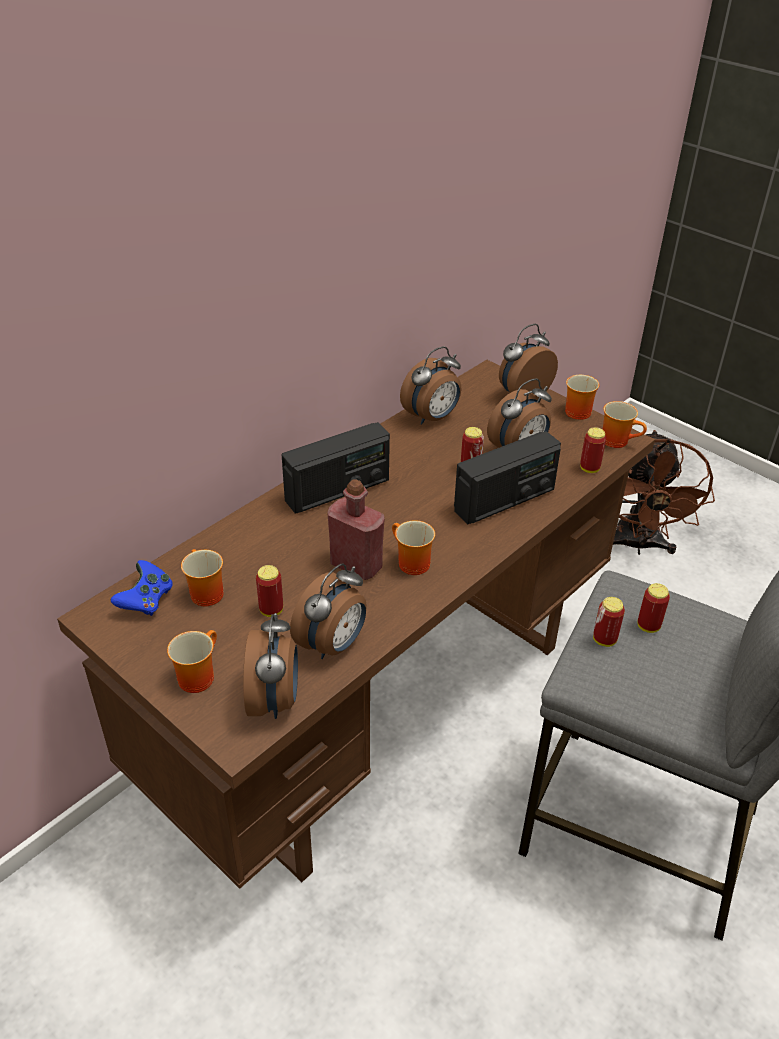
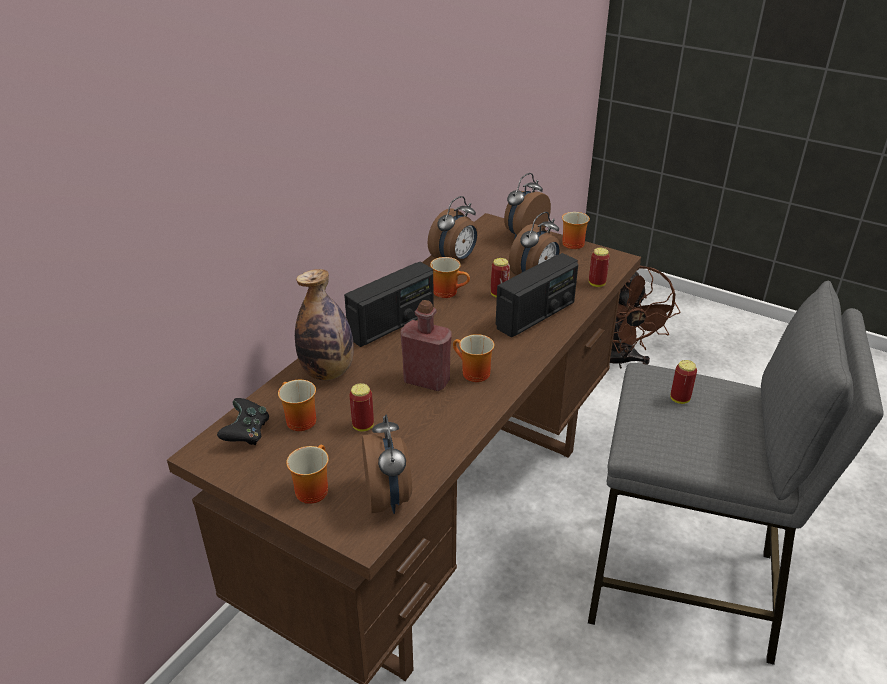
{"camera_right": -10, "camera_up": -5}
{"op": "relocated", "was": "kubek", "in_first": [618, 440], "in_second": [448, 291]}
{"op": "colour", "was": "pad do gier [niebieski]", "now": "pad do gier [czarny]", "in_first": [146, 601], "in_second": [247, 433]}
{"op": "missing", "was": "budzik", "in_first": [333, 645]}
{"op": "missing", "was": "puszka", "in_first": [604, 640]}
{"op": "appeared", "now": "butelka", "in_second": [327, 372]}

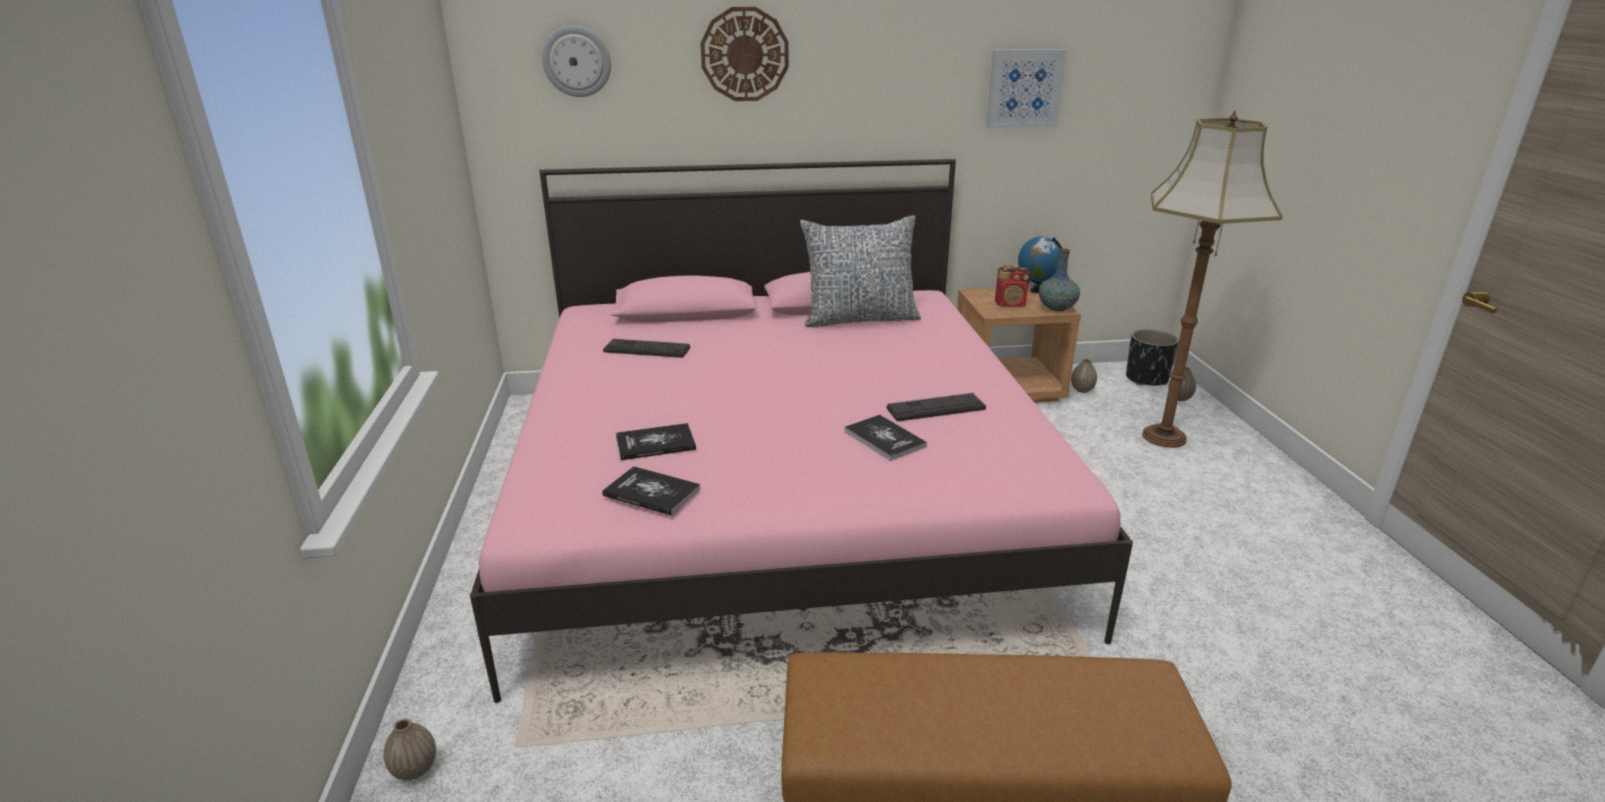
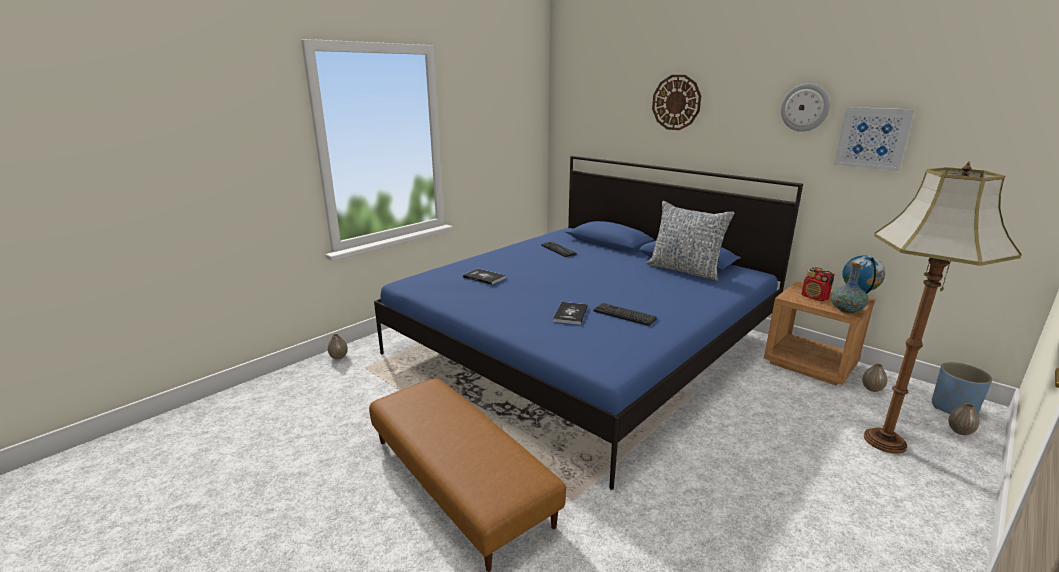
{"camera_right": 50, "camera_up": -5}
{"op": "relocated", "was": "zegar ścienny", "in_first": [577, 61], "in_second": [805, 107]}
{"op": "colour", "was": "łóżko [różowy]", "now": "łóżko [niebieski]", "in_first": [780, 490], "in_second": [583, 346]}
{"op": "colour", "was": "donica [czarny]", "now": "donica [niebieski]", "in_first": [1146, 379], "in_second": [953, 408]}
{"op": "missing", "was": "książka", "in_first": [651, 492]}

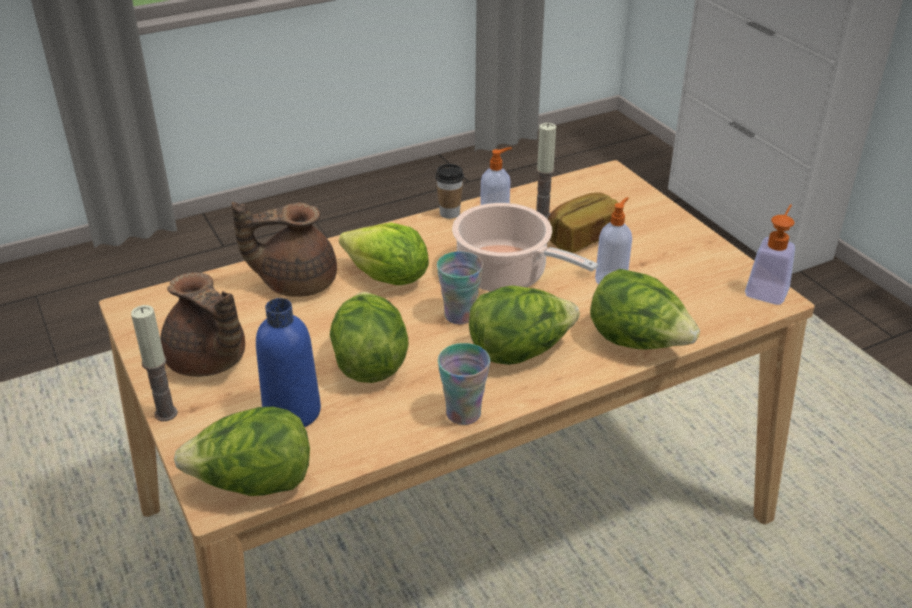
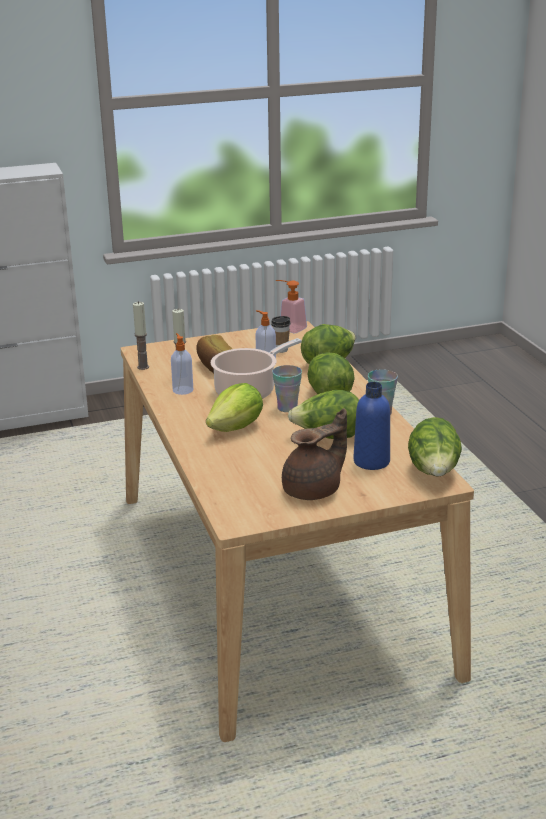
{"camera_right": -80, "camera_up": -10}
{"op": "relocated", "was": "filiżanka", "in_first": [449, 213], "in_second": [281, 350]}
{"op": "missing", "was": "imbryk [brązowy]", "in_first": [296, 282]}
{"op": "relocated", "was": "świeca", "in_first": [166, 413], "in_second": [143, 367]}

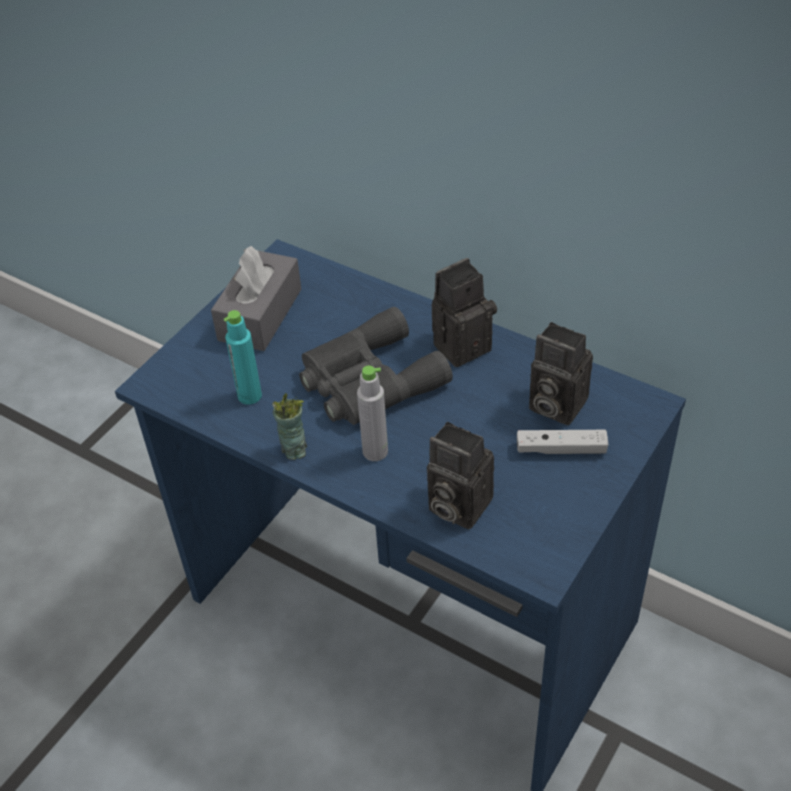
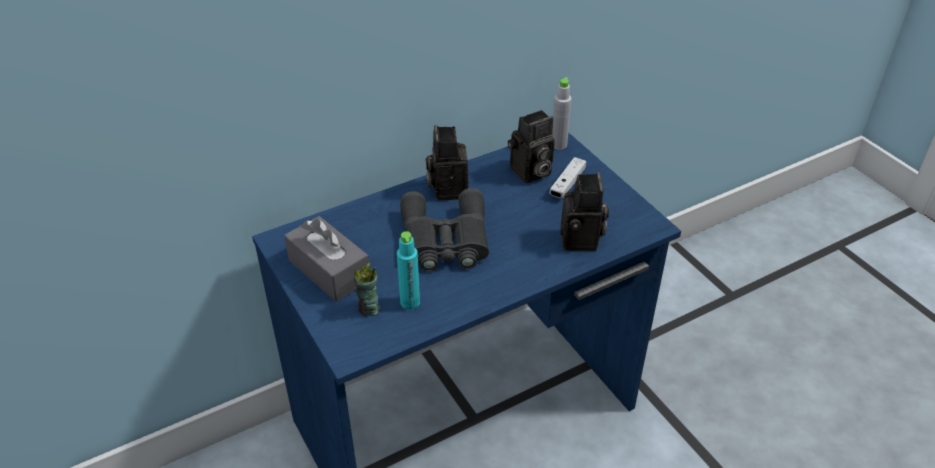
{"camera_right": -65, "camera_up": -5}
{"op": "relocated", "was": "butelka [szary]", "in_first": [375, 451], "in_second": [558, 145]}
{"op": "relocated", "was": "filiżanka", "in_first": [293, 449], "in_second": [369, 310]}
{"op": "spun", "was": "aparat fotograficzny", "in_first": [455, 505], "in_second": [582, 241], "clockwise": -60}

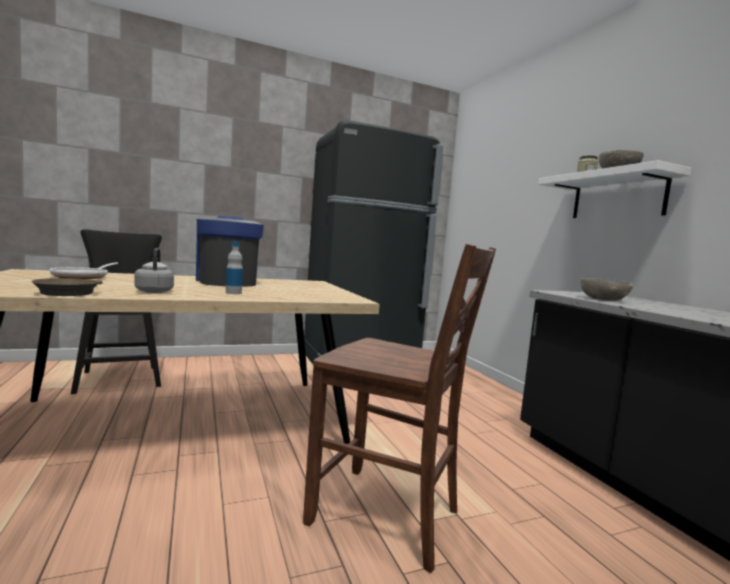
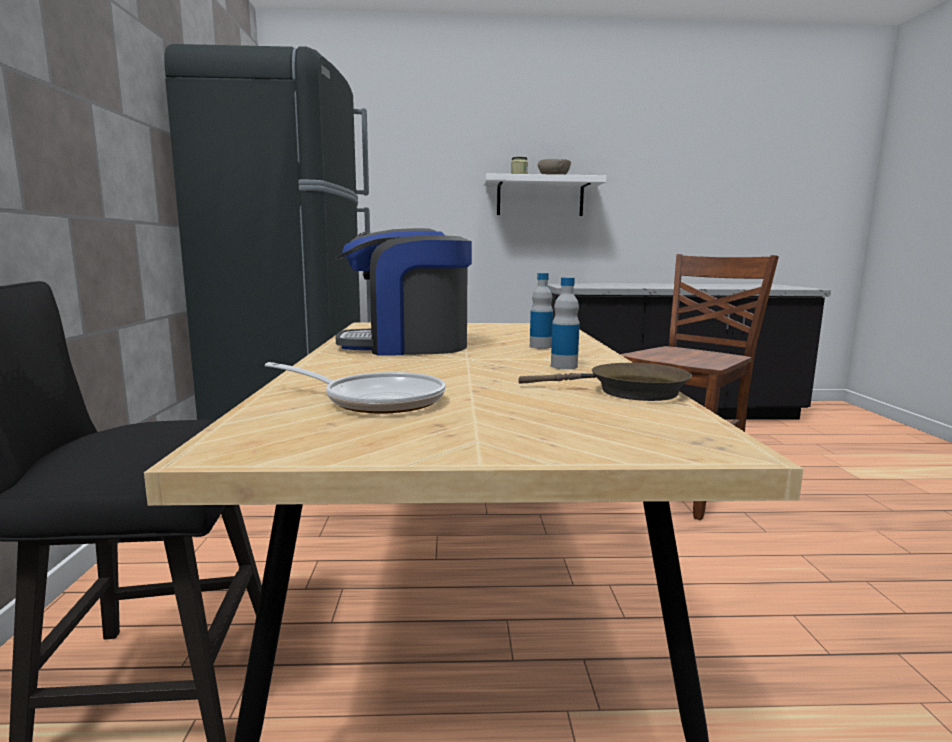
{"camera_right": -70, "camera_up": 5}
{"op": "exchanged", "was": "czajnik [szary]", "now": "butelka", "in_first": [154, 291], "in_second": [564, 366]}
{"op": "missing", "was": "miska [szary]", "in_first": [603, 299]}

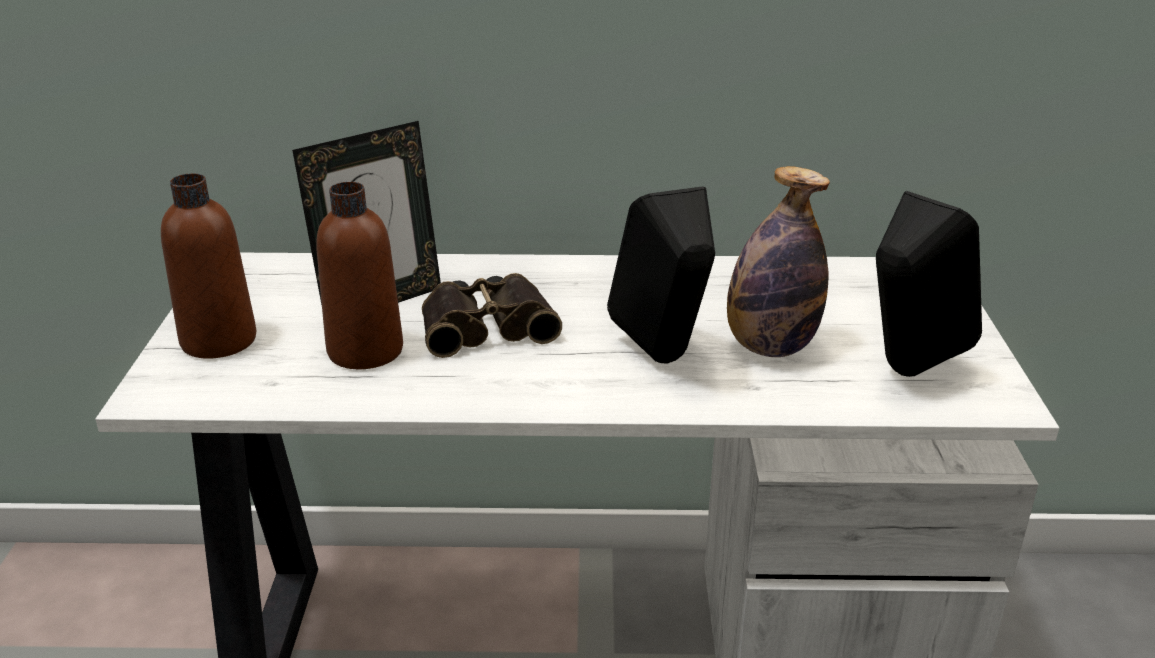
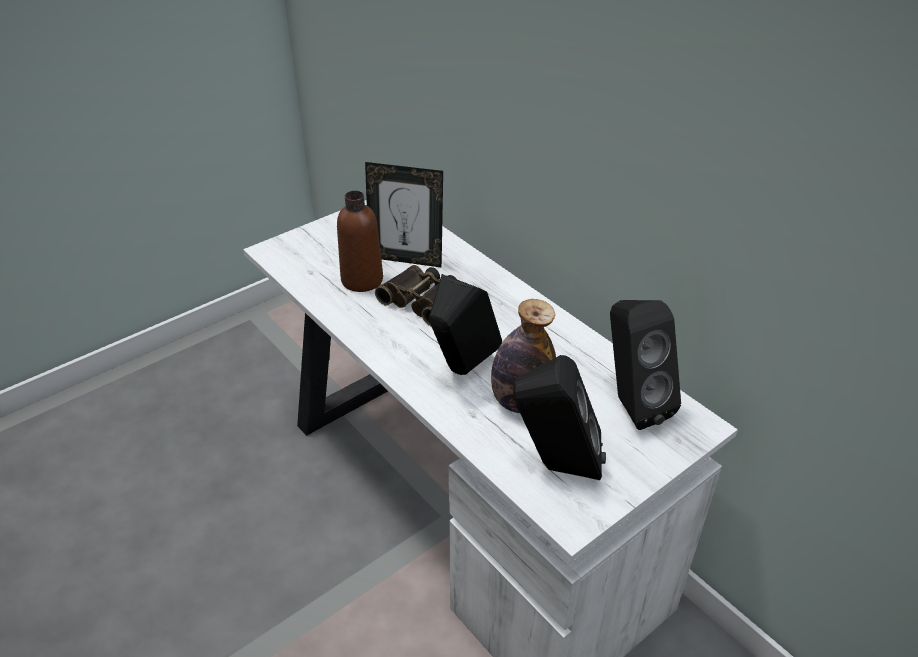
{"camera_right": 50, "camera_up": 10}
{"op": "missing", "was": "butelka [brązowy]", "in_first": [219, 340]}
{"op": "appeared", "now": "głośnik [czarny]", "in_second": [630, 405]}

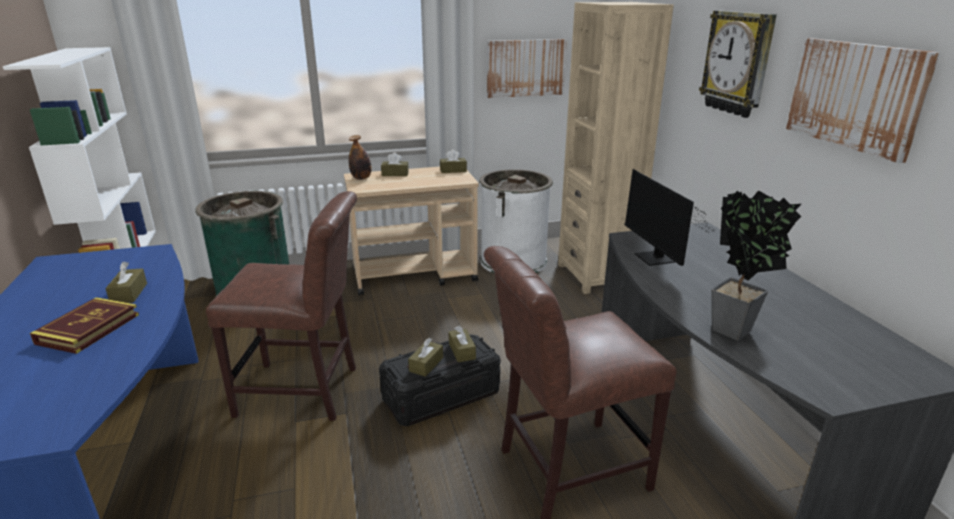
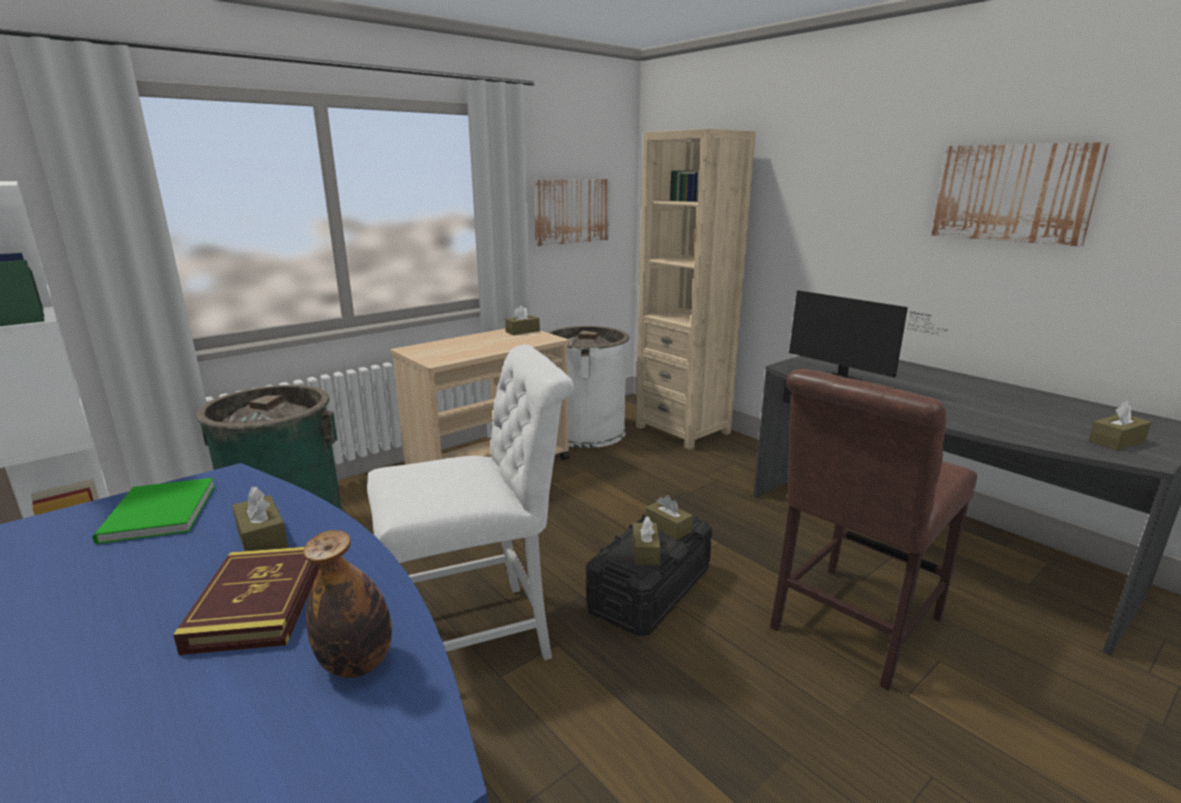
{"camera_right": -25, "camera_up": -5}
{"op": "missing", "was": "zegar ścienny", "in_first": [738, 63]}
{"op": "relocated", "was": "butelka", "in_first": [361, 178], "in_second": [357, 663]}
{"op": "relocated", "was": "pudełko chusteczek [brązowy]", "in_first": [395, 174], "in_second": [1116, 441]}
{"op": "missing", "was": "roślina doniczkowa", "in_first": [735, 334]}
{"op": "colour", "was": "krzesło [brązowy]", "now": "krzesło [biały]", "in_first": [305, 392], "in_second": [478, 635]}
{"op": "appeared", "now": "książka [zielony]", "in_second": [155, 514]}

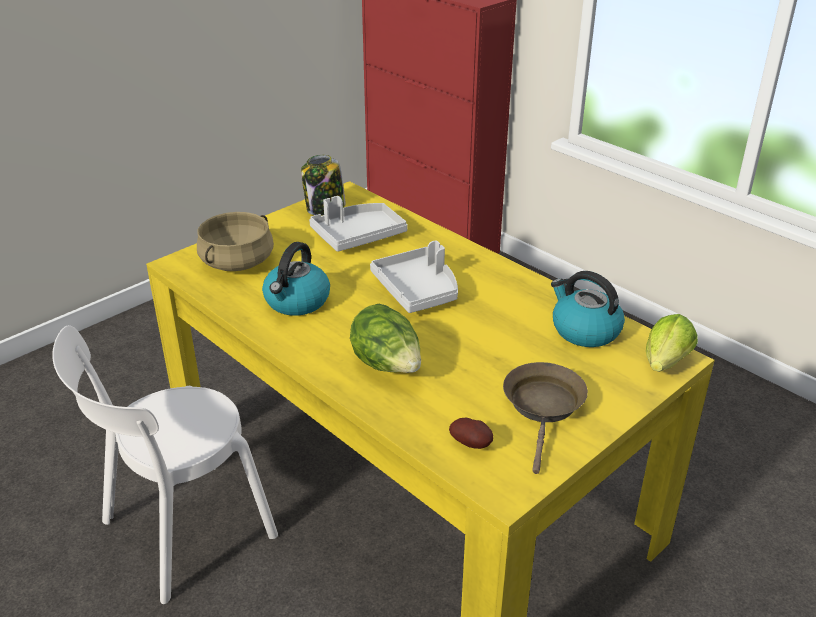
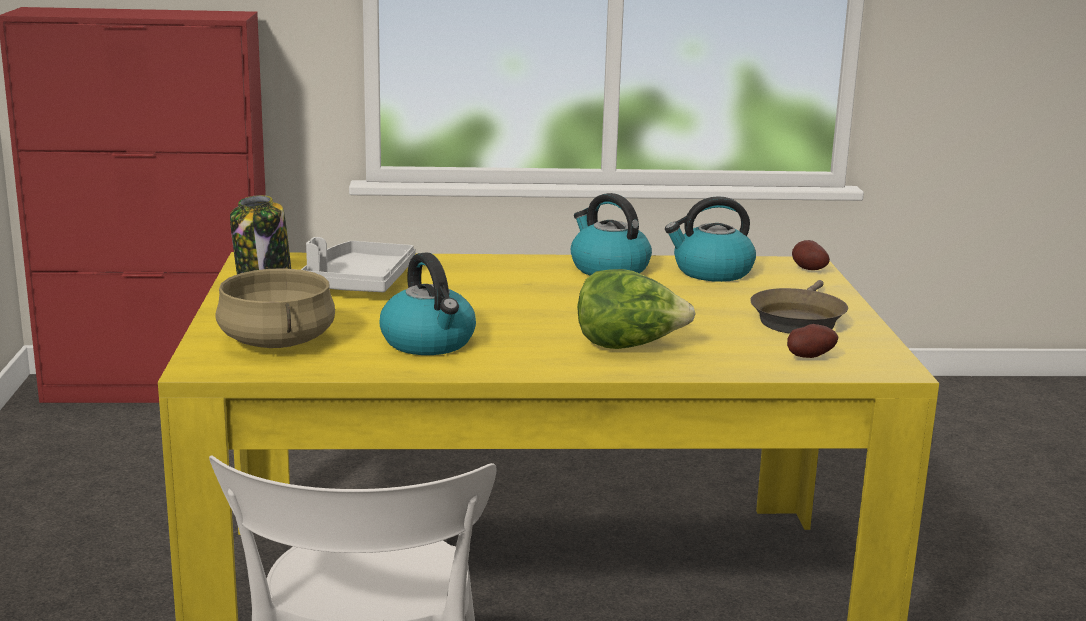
{"camera_right": -50, "camera_up": -15}
{"op": "missing", "was": "taca [szary]", "in_first": [418, 290]}
{"op": "exchanged", "was": "sałata", "now": "ziemniak", "in_first": [664, 365], "in_second": [807, 269]}
{"op": "spun", "was": "patelnia [brązowy]", "in_first": [543, 407], "in_second": [798, 319], "clockwise": -120}
{"op": "appeared", "now": "czajnik", "in_second": [608, 268]}

